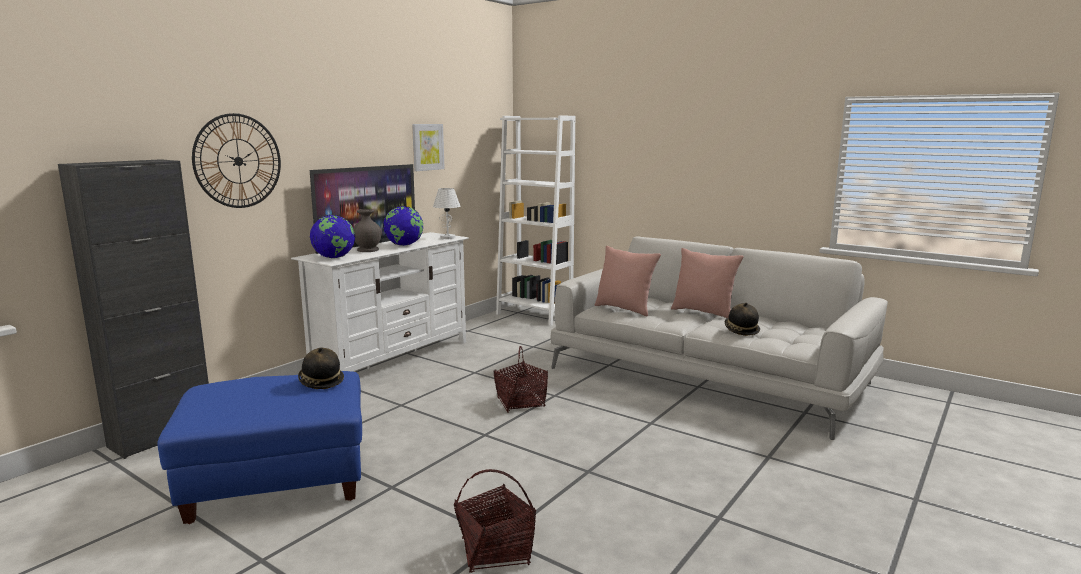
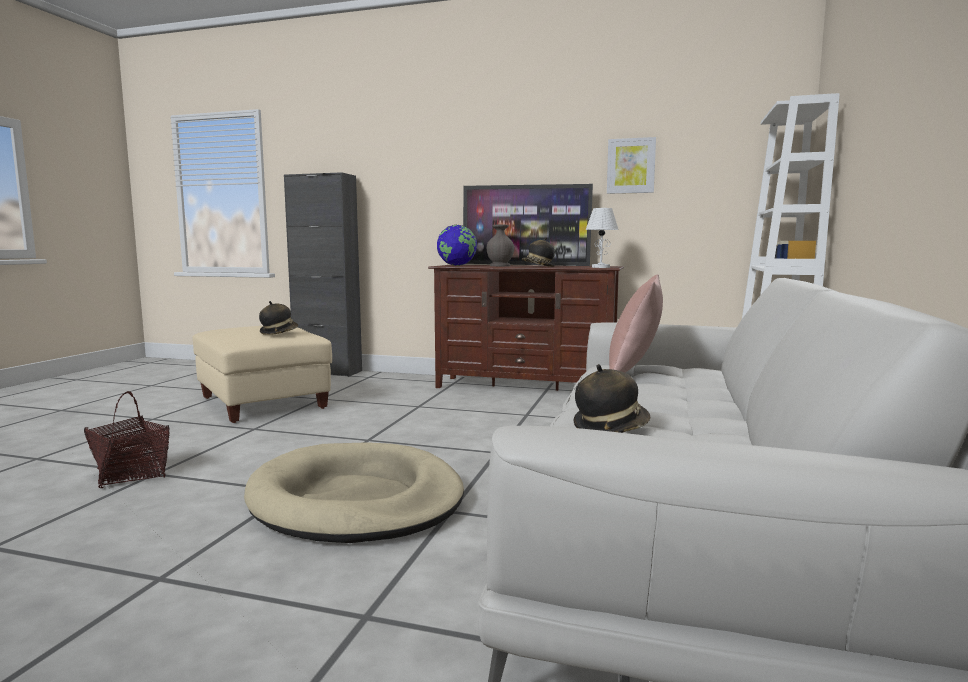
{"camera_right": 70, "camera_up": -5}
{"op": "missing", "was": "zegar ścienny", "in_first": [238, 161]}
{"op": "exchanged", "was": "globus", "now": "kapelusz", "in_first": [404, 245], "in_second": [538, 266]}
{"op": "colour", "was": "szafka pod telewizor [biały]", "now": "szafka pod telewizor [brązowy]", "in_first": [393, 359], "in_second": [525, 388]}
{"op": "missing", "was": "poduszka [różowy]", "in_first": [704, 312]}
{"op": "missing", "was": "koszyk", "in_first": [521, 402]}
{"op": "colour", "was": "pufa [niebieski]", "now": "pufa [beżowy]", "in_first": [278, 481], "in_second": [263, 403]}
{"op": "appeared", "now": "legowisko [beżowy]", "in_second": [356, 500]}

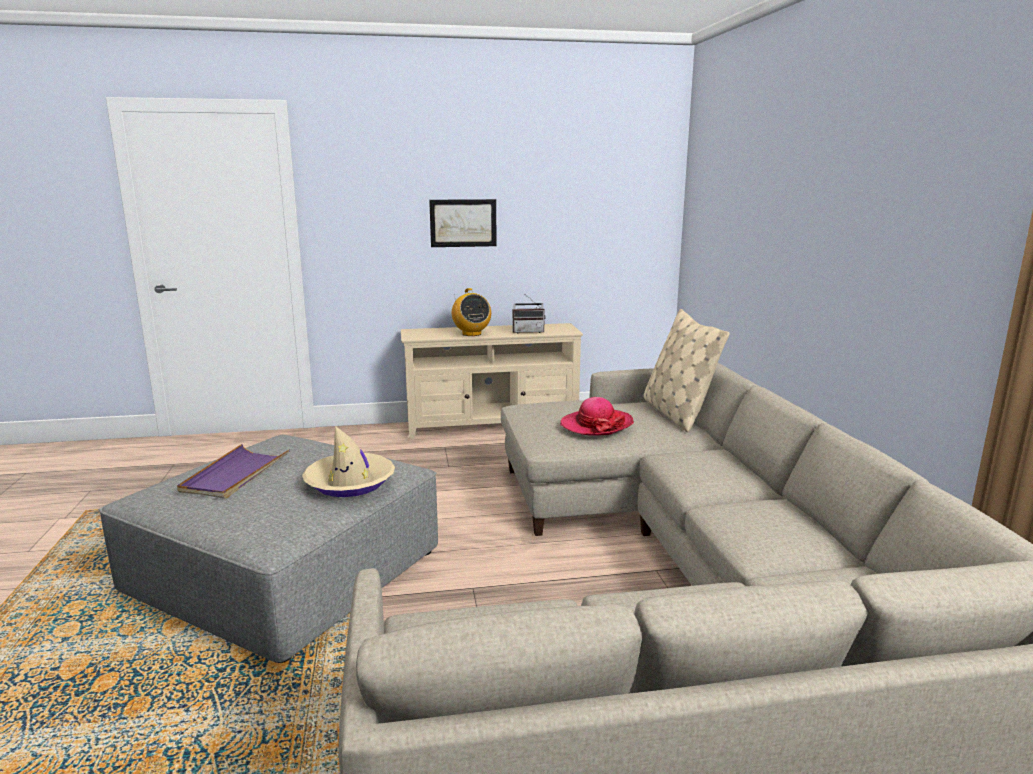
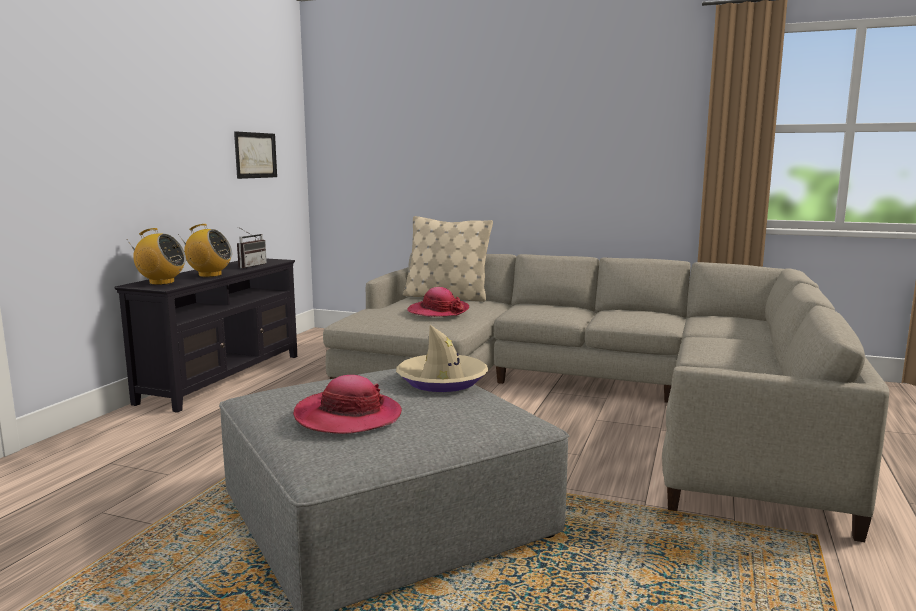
{"camera_right": -60, "camera_up": -5}
{"op": "relocated", "was": "obraz", "in_first": [463, 223], "in_second": [255, 155]}
{"op": "colour", "was": "szafka pod telewizor [beżowy]", "now": "szafka pod telewizor [czarny]", "in_first": [492, 426], "in_second": [222, 379]}
{"op": "exchanged", "was": "taca [fioletowy]", "now": "kapelusz", "in_first": [235, 475], "in_second": [348, 416]}
{"op": "appeared", "now": "radio", "in_second": [161, 283]}

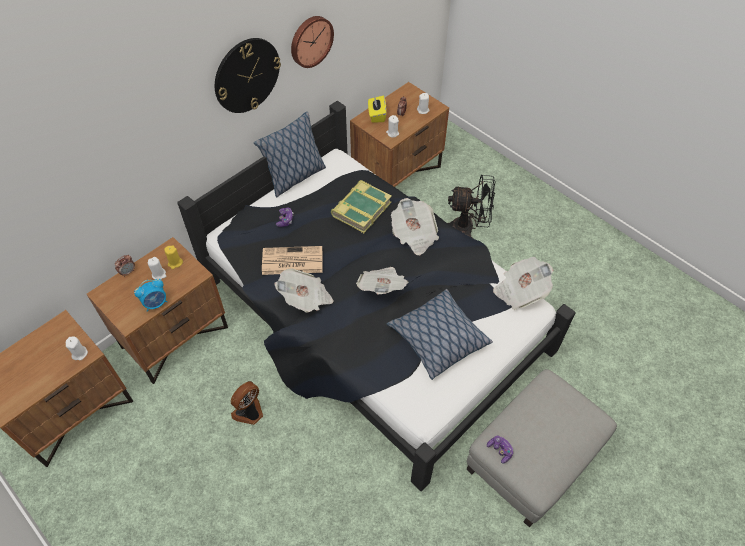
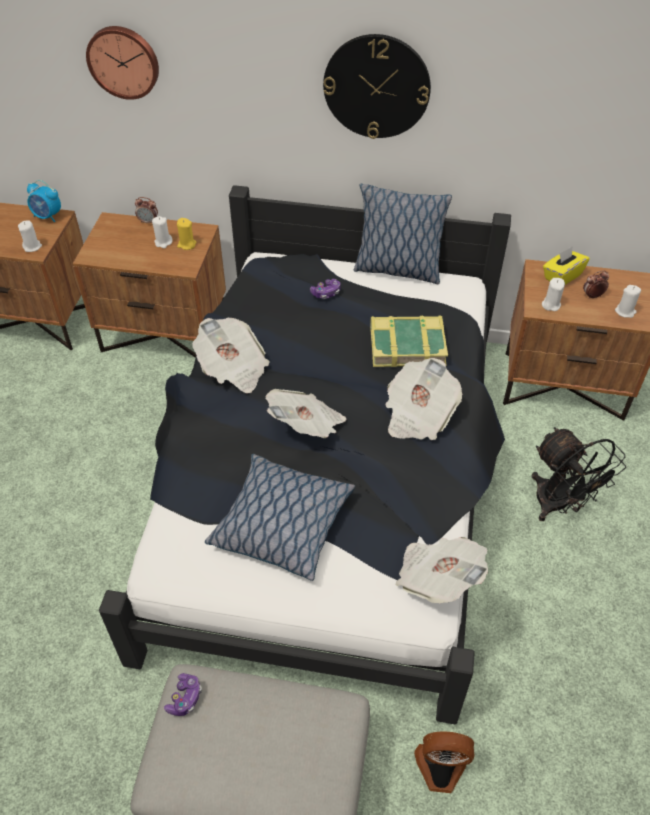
{"camera_right": 55, "camera_up": -5}
{"op": "relocated", "was": "zegar ścienny", "in_first": [310, 41], "in_second": [124, 61]}
{"op": "missing", "was": "gazeta", "in_first": [291, 261]}
{"op": "relocated", "was": "budzik", "in_first": [156, 303], "in_second": [47, 216]}
{"op": "relocated", "was": "wentylator", "in_first": [249, 412], "in_second": [440, 769]}

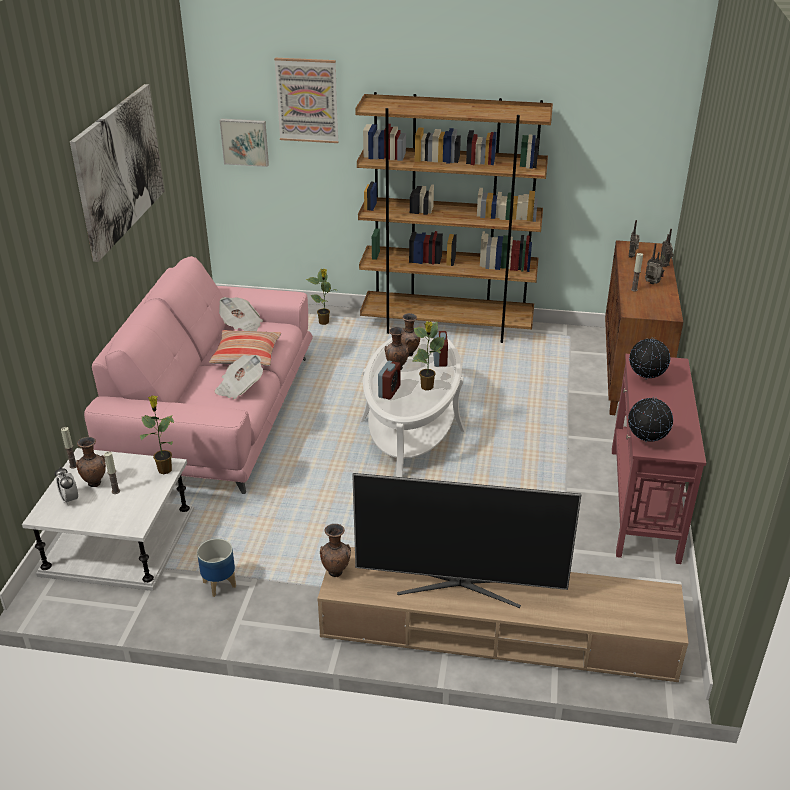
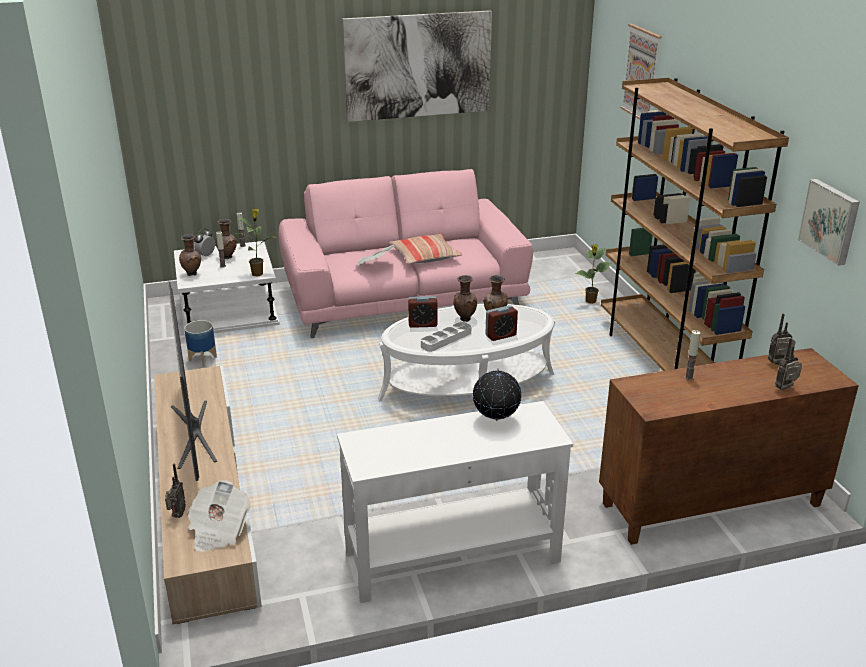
{"camera_right": 65, "camera_up": -5}
{"op": "relocated", "was": "obraz", "in_first": [245, 141], "in_second": [830, 221]}
{"op": "relocated", "was": "radio", "in_first": [652, 284], "in_second": [177, 515]}
{"op": "relocated", "was": "gazeta", "in_first": [241, 326], "in_second": [218, 530]}
{"op": "exchanged", "was": "roślina doniczkowa", "now": "taca [szary]", "in_first": [427, 387], "in_second": [446, 339]}
{"op": "colour", "was": "stolik konsolowy [czerwony]", "now": "stolik konsolowy [biały]", "in_first": [643, 503], "in_second": [451, 557]}
{"op": "missing", "was": "globus", "in_first": [646, 442]}
{"op": "relocated", "was": "wazon [brązowy]", "in_first": [336, 572], "in_second": [192, 274]}

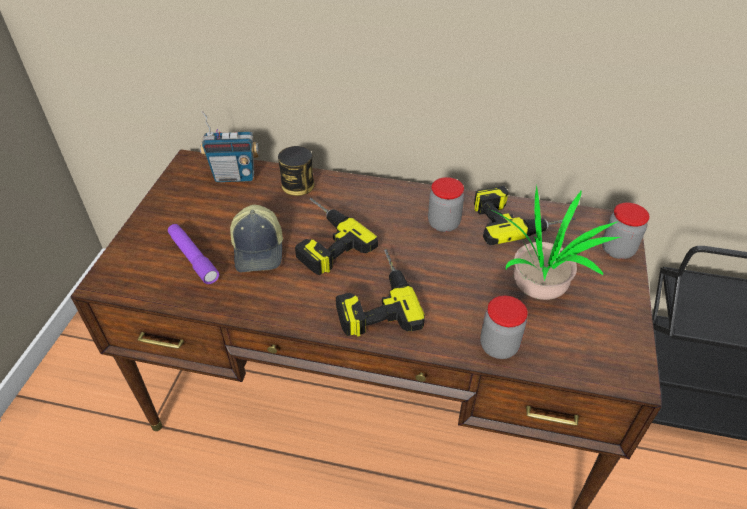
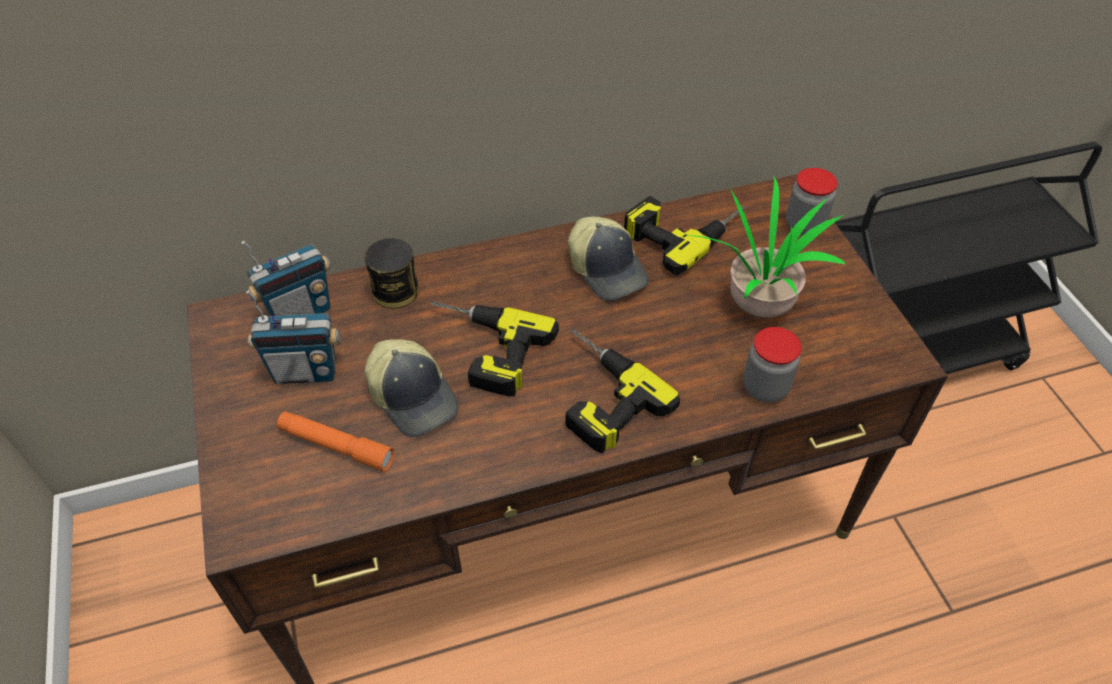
{"camera_right": -30, "camera_up": 5}
{"op": "exchanged", "was": "słoik", "now": "czapka z daszkiem", "in_first": [443, 223], "in_second": [607, 269]}
{"op": "colour", "was": "latarka [fioletowy]", "now": "latarka [pomarańczowy]", "in_first": [193, 258], "in_second": [336, 446]}
{"op": "appeared", "now": "radio", "in_second": [306, 372]}

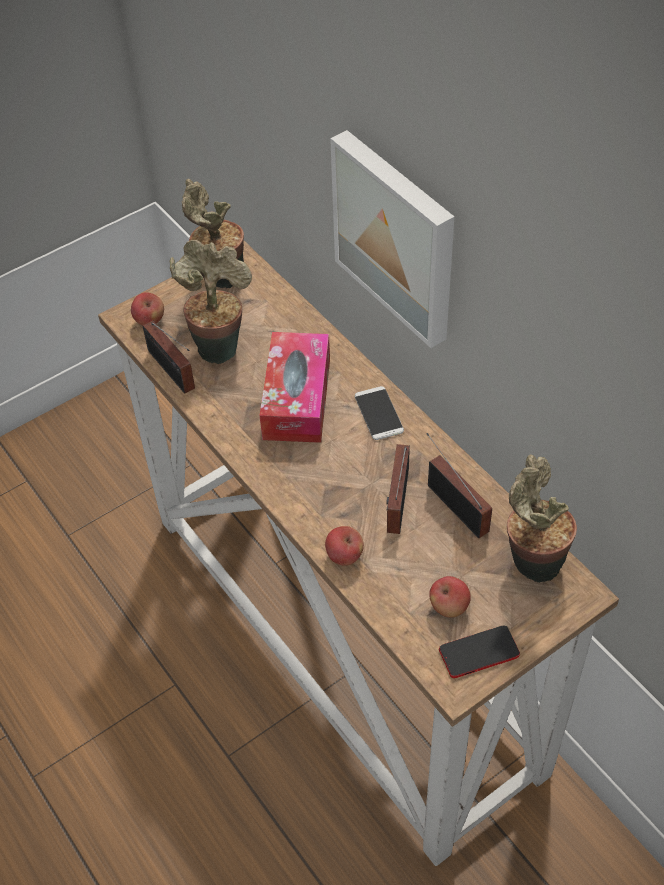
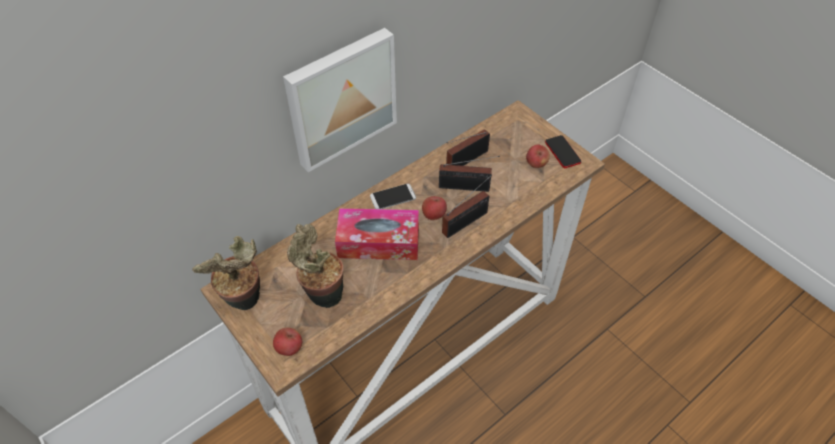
{"camera_right": -95, "camera_up": 0}
{"op": "relocated", "was": "radio", "in_first": [172, 372], "in_second": [467, 221]}
{"op": "missing", "was": "roślina doniczkowa", "in_first": [531, 561]}
{"op": "relocated", "was": "jabłko", "in_first": [344, 556], "in_second": [433, 215]}

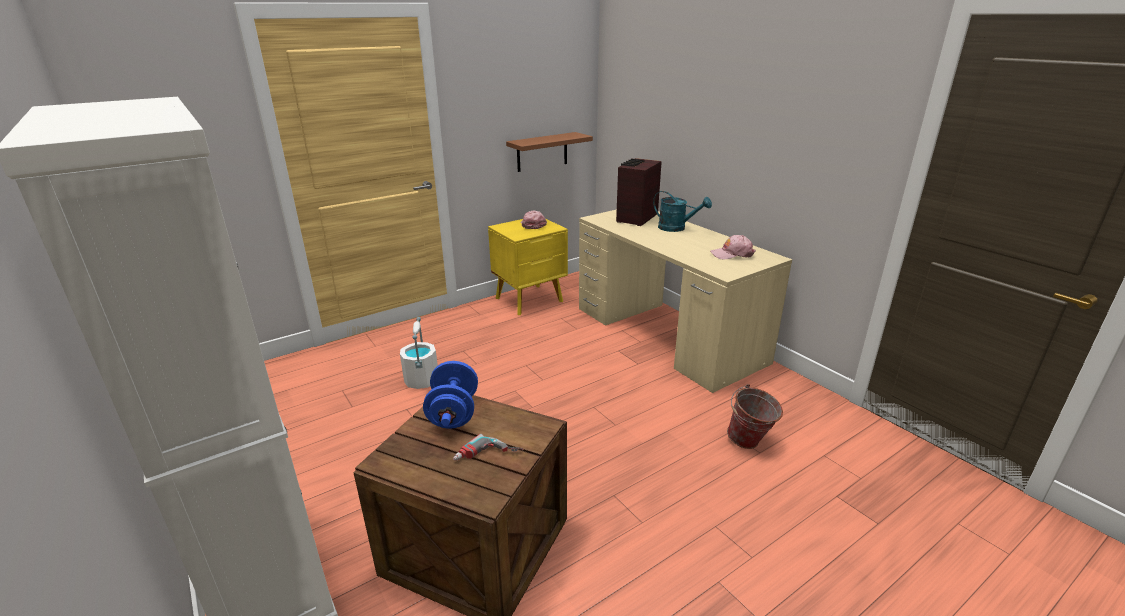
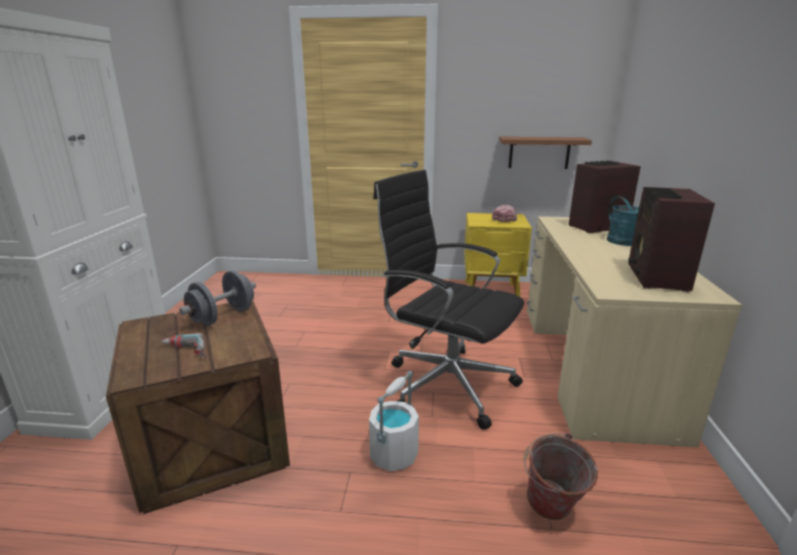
{"camera_right": 40, "camera_up": -5}
{"op": "exchanged", "was": "czapka z daszkiem [różowy]", "now": "radio", "in_first": [732, 254], "in_second": [656, 278]}
{"op": "relocated", "was": "wiadro [biały]", "in_first": [421, 380], "in_second": [393, 455]}
{"op": "colour", "was": "hantel [niebieski]", "now": "hantel [szary]", "in_first": [453, 413], "in_second": [223, 317]}
{"op": "appeared", "now": "krzesło biurowe [czarny]", "in_second": [446, 383]}

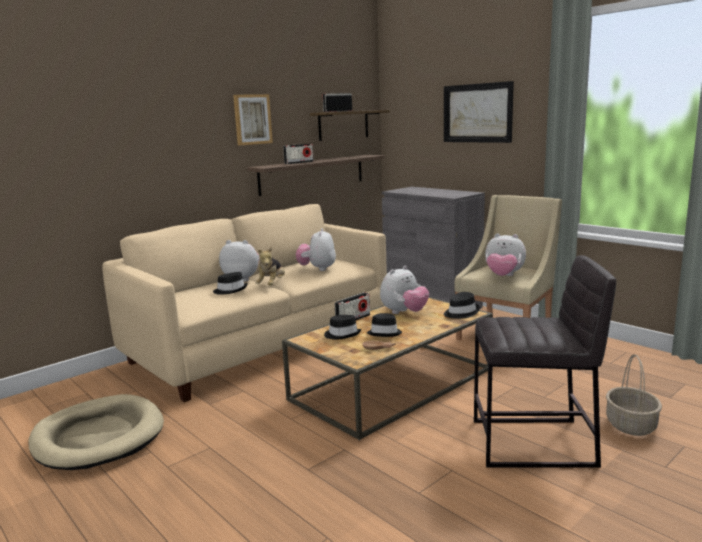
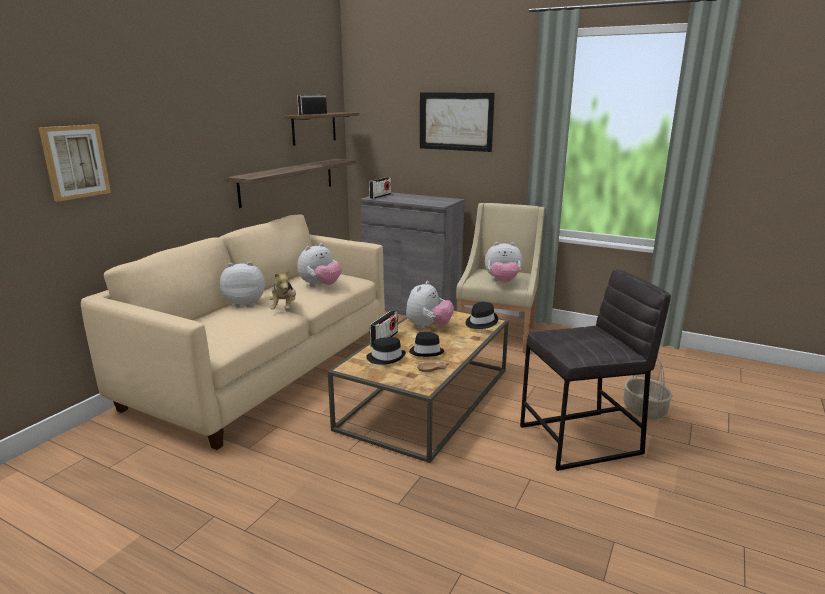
{"camera_right": -20, "camera_up": 5}
{"op": "relocated", "was": "obraz", "in_first": [252, 119], "in_second": [75, 161]}
{"op": "relocated", "was": "radio", "in_first": [299, 163], "in_second": [380, 196]}
{"op": "spun", "was": "pluszak", "in_first": [317, 269], "in_second": [320, 286], "clockwise": -120}
{"op": "missing", "was": "kapelusz [czarny]", "in_first": [230, 290]}
{"op": "missing", "was": "legowisko [beżowy]", "in_first": [98, 437]}

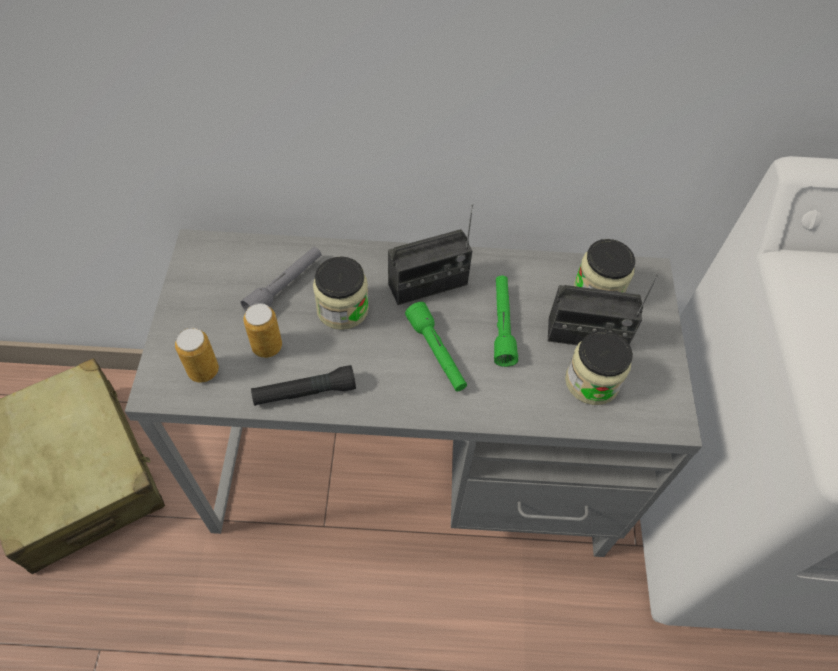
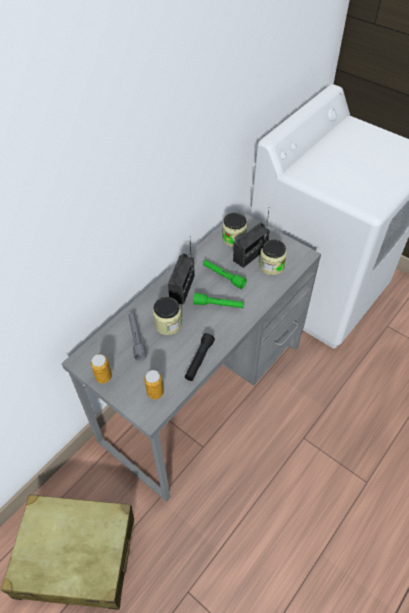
{"camera_right": -50, "camera_up": -5}
{"op": "relocated", "was": "puszka", "in_first": [267, 346], "in_second": [103, 377]}

